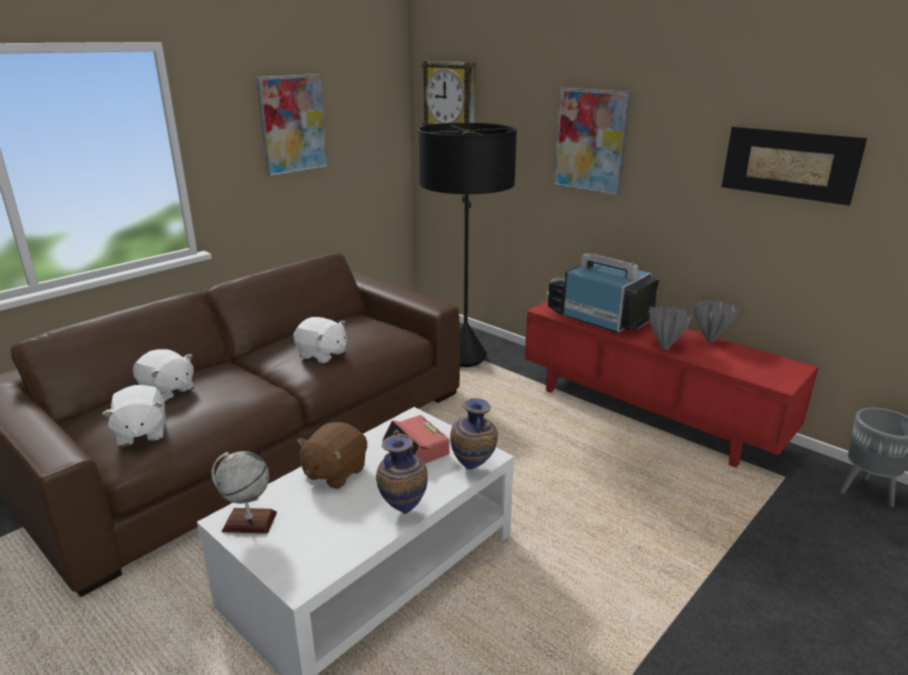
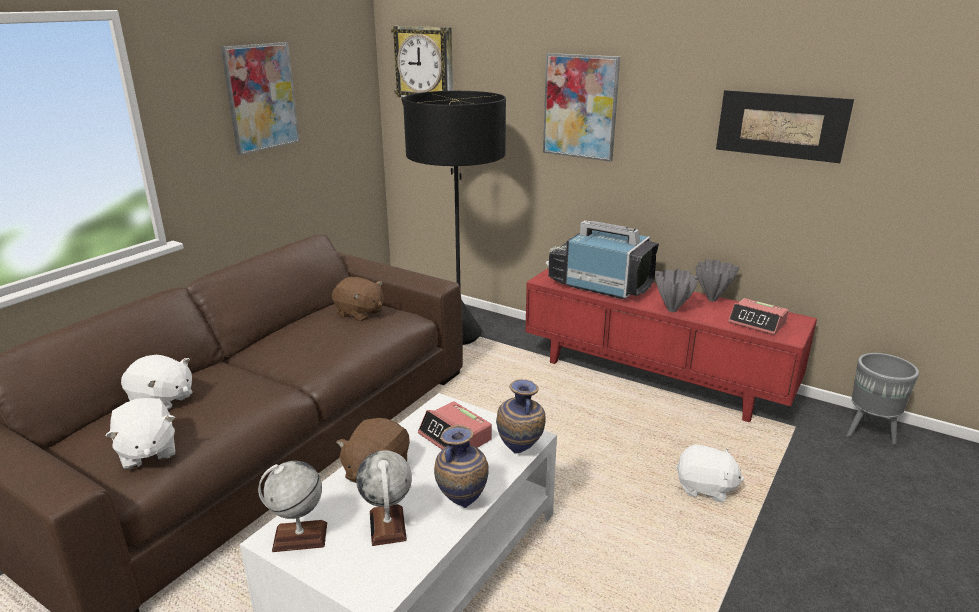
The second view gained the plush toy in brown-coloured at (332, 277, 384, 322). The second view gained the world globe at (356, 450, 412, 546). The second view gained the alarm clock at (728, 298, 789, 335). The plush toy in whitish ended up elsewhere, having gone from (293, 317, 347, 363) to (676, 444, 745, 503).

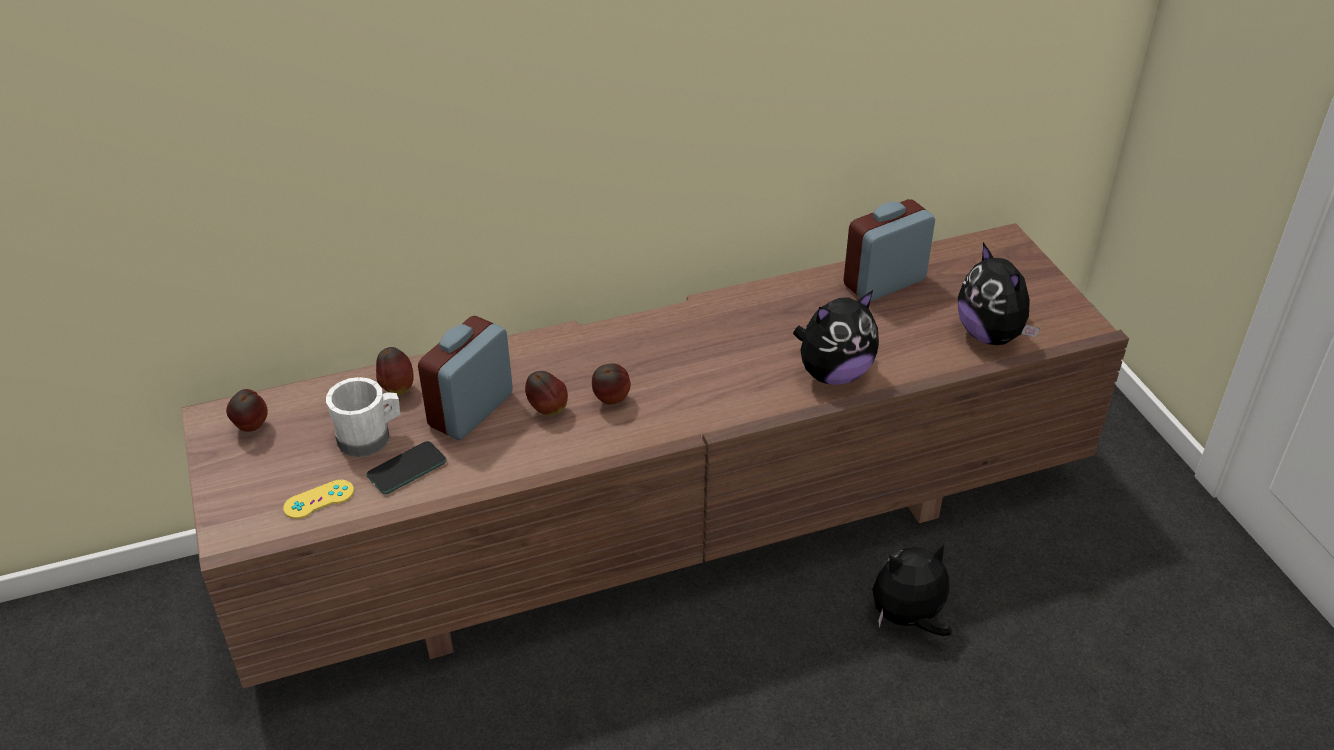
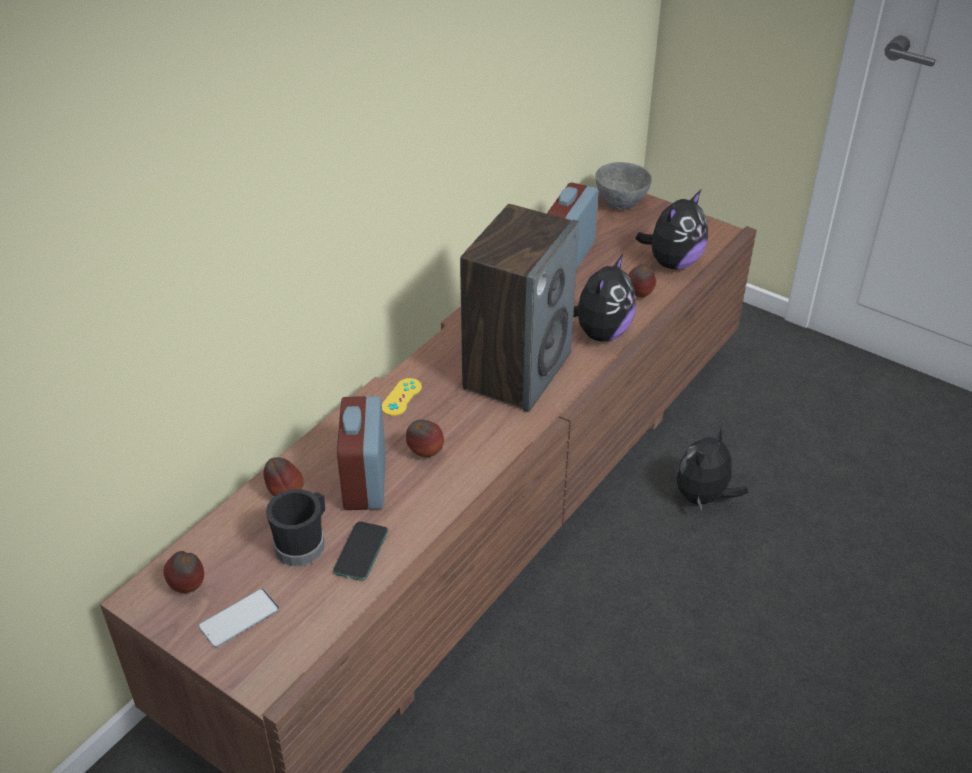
The second view gained the handset at (198, 589, 279, 648). The second view gained the speaker at (460, 204, 579, 412). The second view gained the bowl in grey at (595, 162, 652, 210). The game controller in yellow-coloured ended up elsewhere, having gone from (283, 480, 354, 519) to (382, 378, 422, 416). The whole apple ended up elsewhere, having gone from (592, 363, 631, 405) to (628, 264, 656, 297). What was the tea mug in whitish at (326, 377, 400, 457) turned into the tea mug in black-coloured at (266, 489, 325, 566). The plush toy at (958, 242, 1040, 345) ended up facing another way, 75 degrees counterclockwise from before.

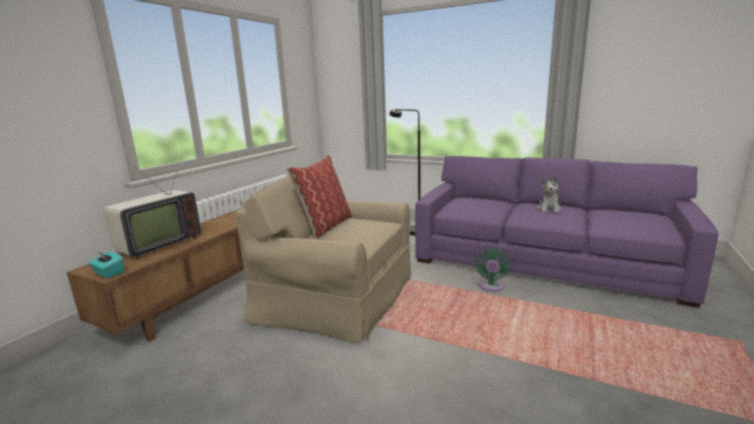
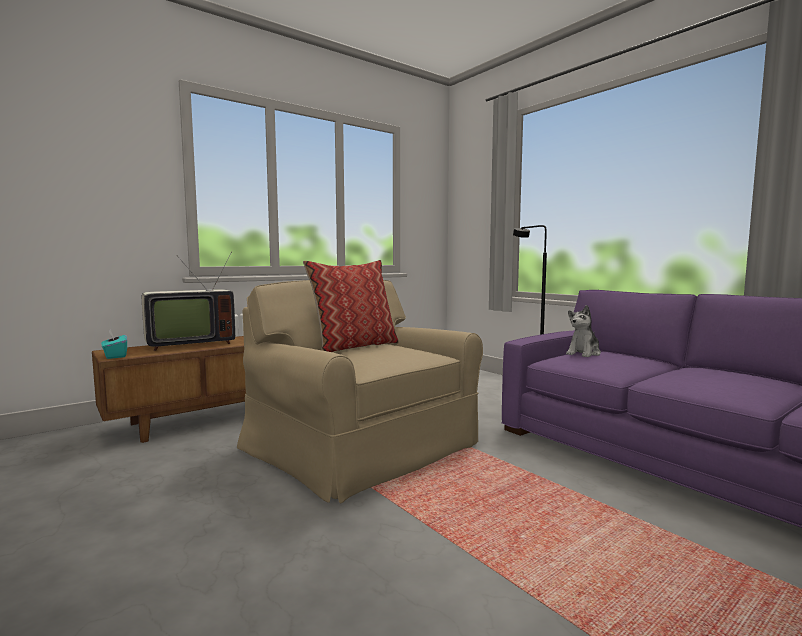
The second view lost the fan in green at (475, 248, 510, 292). The plush toy ended up elsewhere, having gone from (537, 175, 561, 213) to (566, 305, 601, 357).

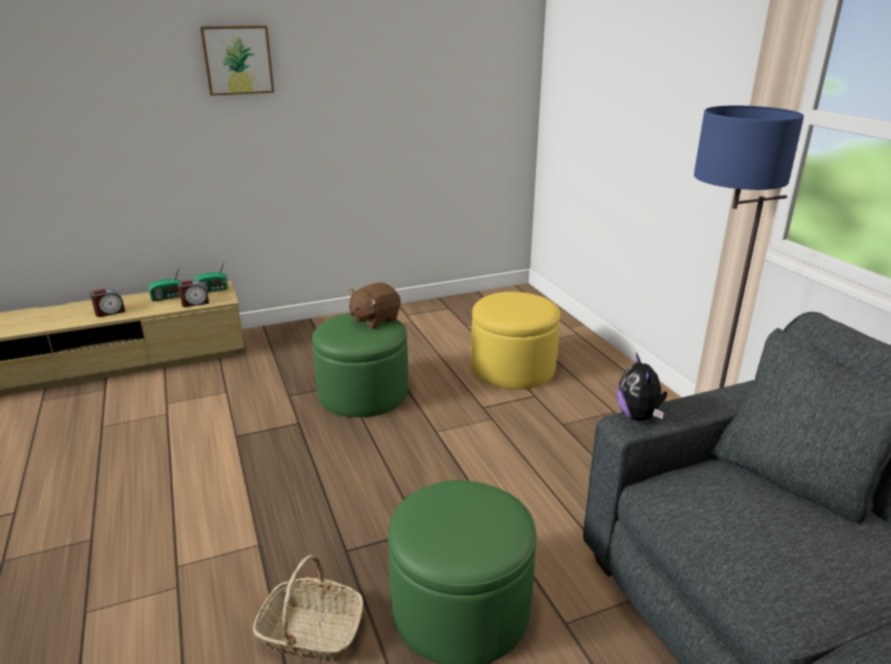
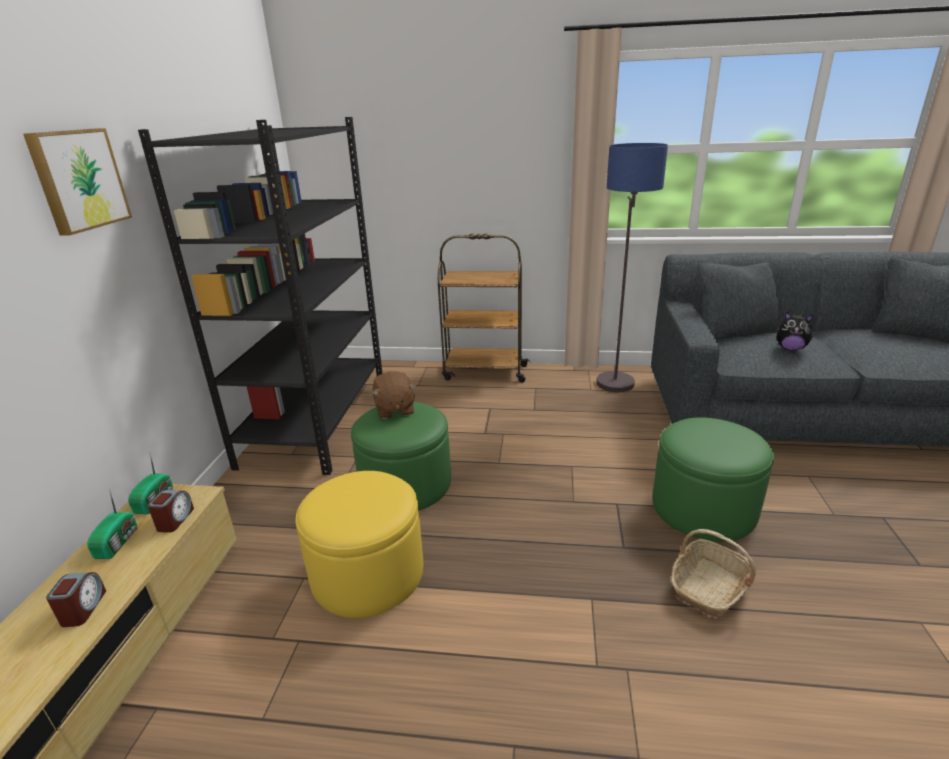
The second view gained the bookcase in black-coloured at (138, 117, 383, 475). The second view gained the trolley in brown-coloured at (438, 233, 531, 383). The footrest in yellow-coloured ended up elsewhere, having gone from (471, 292, 560, 389) to (296, 471, 423, 618). The plush toy ended up elsewhere, having gone from (617, 353, 667, 421) to (777, 312, 813, 351).

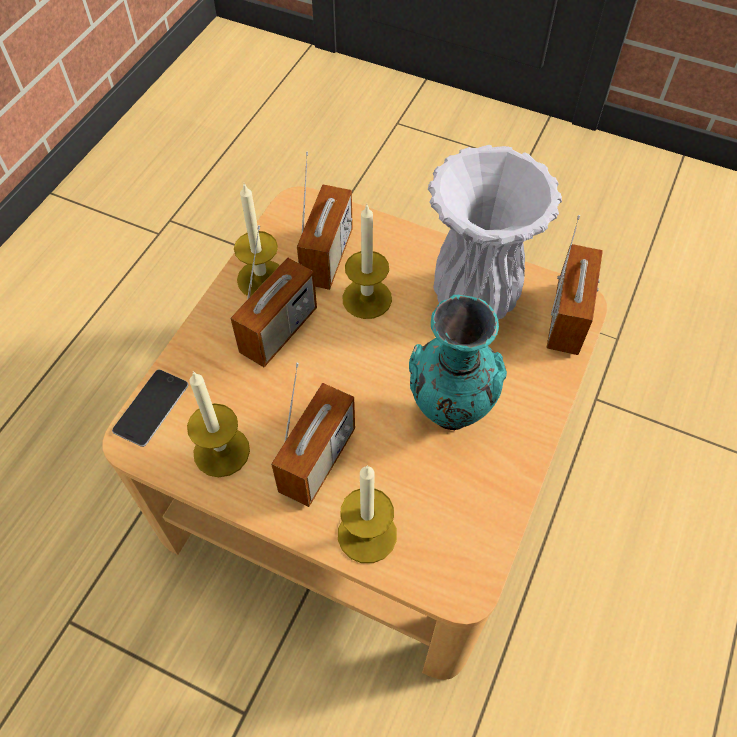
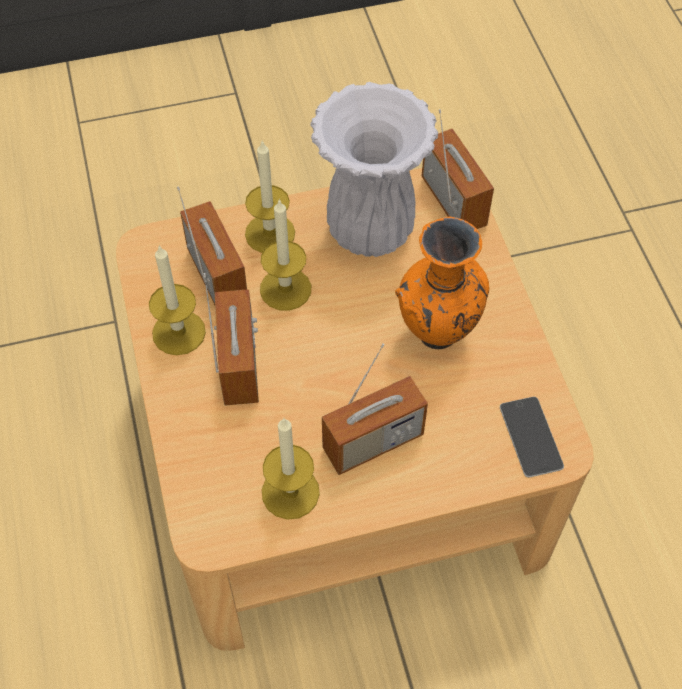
The handset ended up elsewhere, having gone from (112, 369, 189, 447) to (500, 397, 564, 478). The candle ended up elsewhere, having gone from (338, 465, 397, 563) to (245, 140, 295, 253). What was the flower vase in blue-green at (409, 295, 507, 430) turned into the flower vase in orange-coloured at (395, 217, 489, 349). The radio receiver at (271, 363, 355, 507) ended up facing another way, 75 degrees clockwise from before.

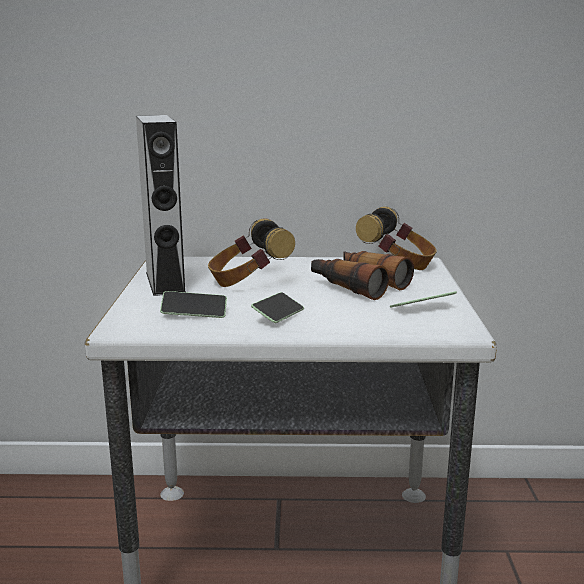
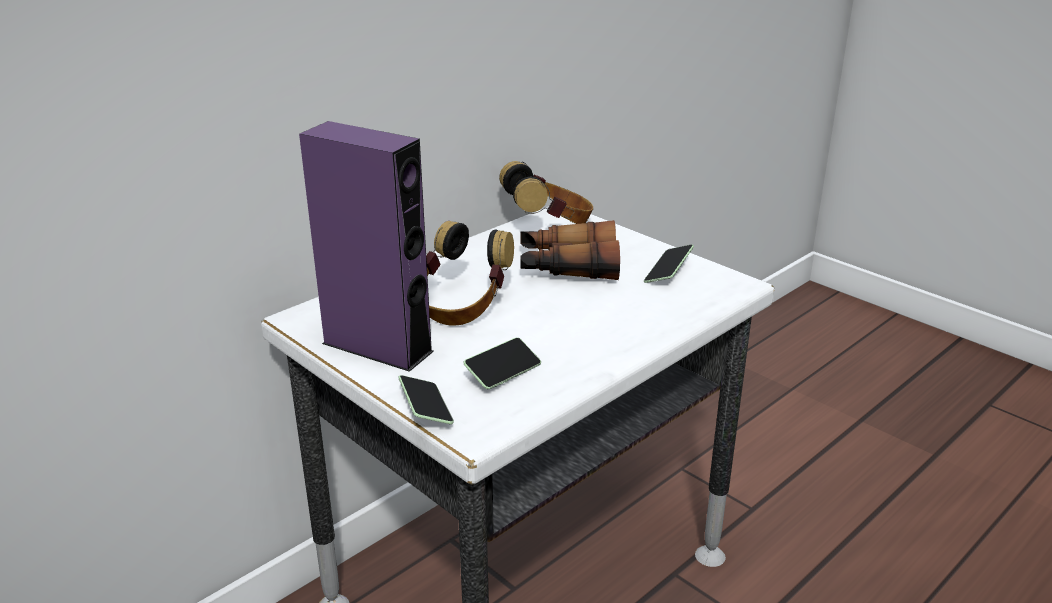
The handset ended up elsewhere, having gone from (251, 292, 304, 323) to (398, 375, 454, 424). What was the speaker in grey at (136, 115, 186, 296) turned into the speaker in purplish at (299, 121, 434, 372).

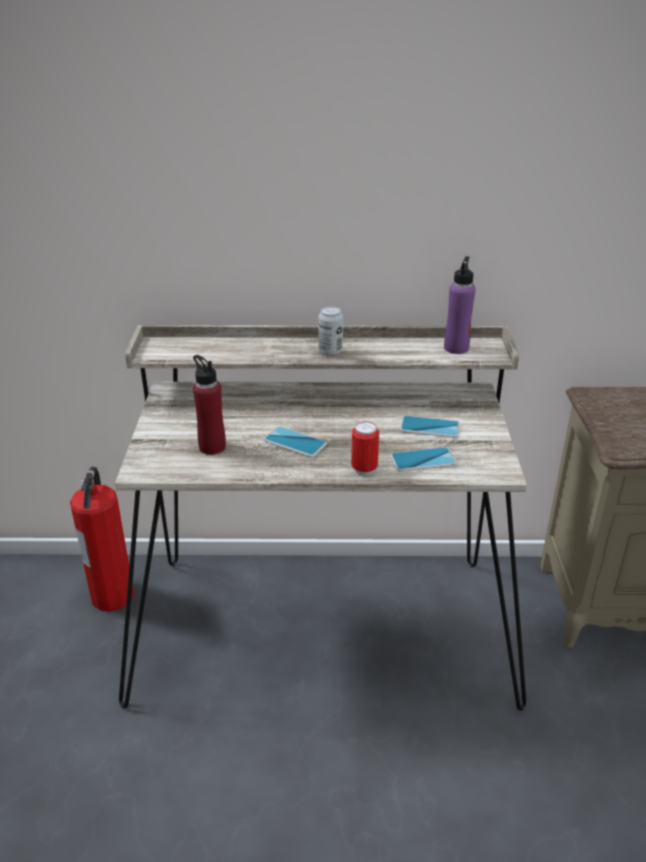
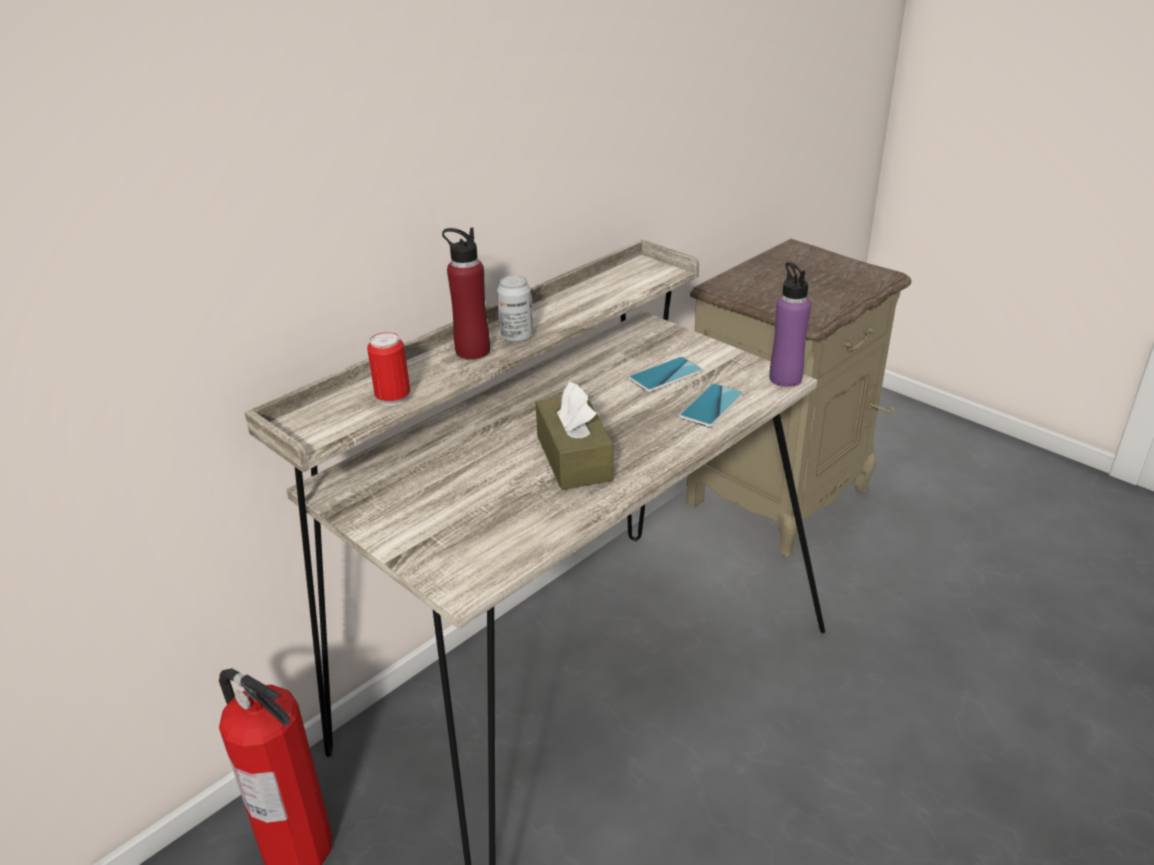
The drink bottle in red-coloured ended up elsewhere, having gone from (193, 355, 226, 455) to (442, 228, 490, 360). The metal can ended up elsewhere, having gone from (351, 421, 379, 475) to (367, 332, 410, 406). The drink bottle in purplish ended up elsewhere, having gone from (444, 256, 476, 354) to (770, 262, 811, 387). Where the handset stood at (264, 426, 327, 457), the tissue box in brown-coloured came to stand at (536, 381, 614, 490).

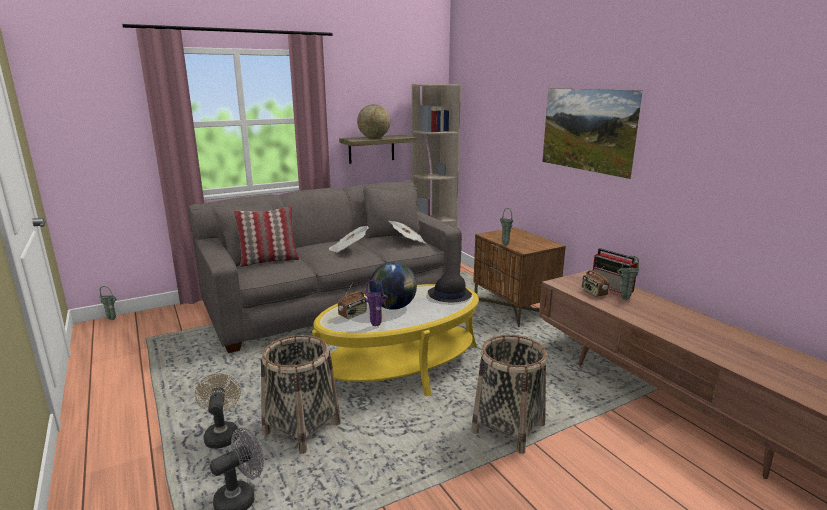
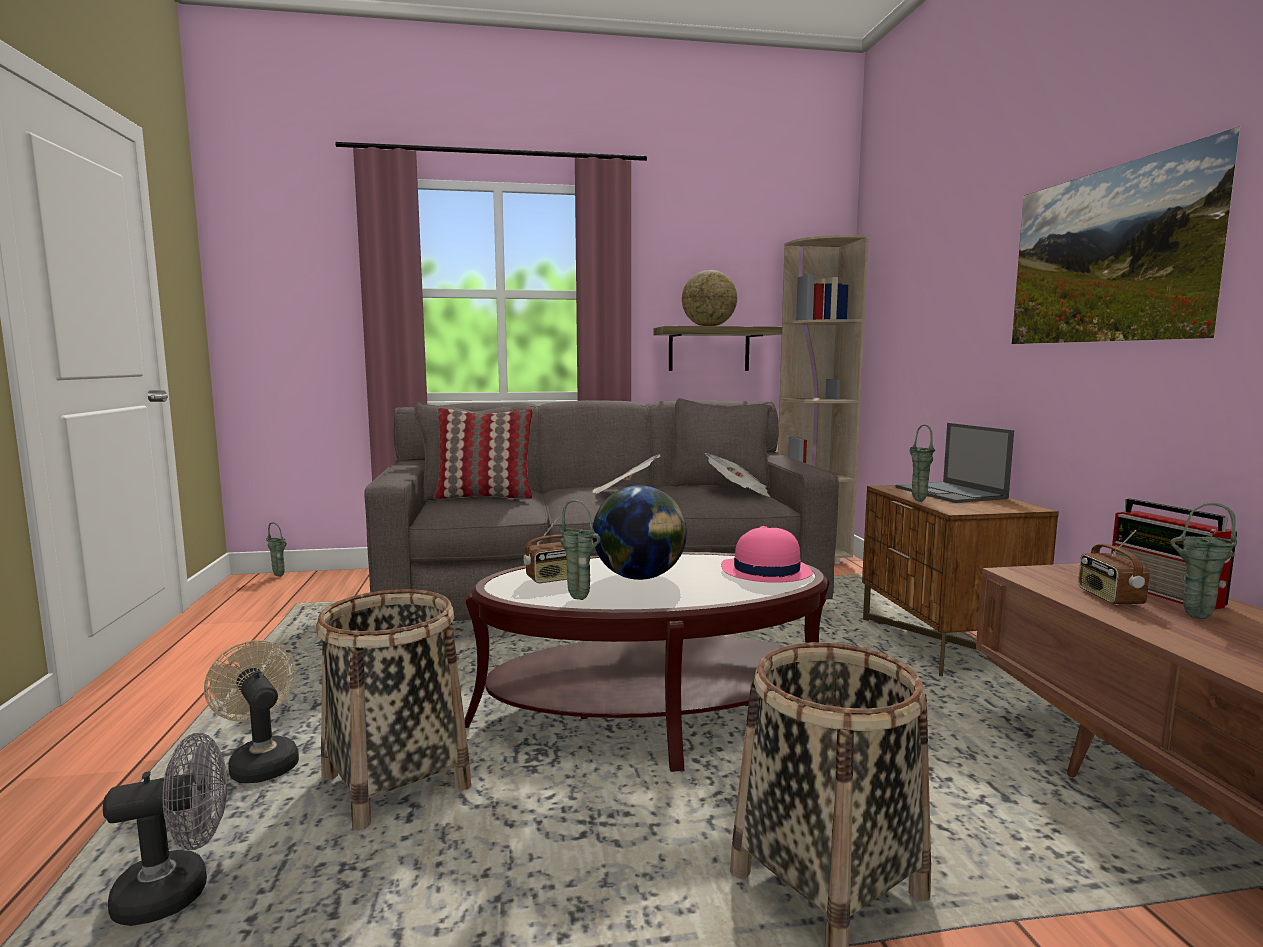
The second view gained the notebook computer at (895, 423, 1014, 503). What was the low table in yellow-coloured at (312, 284, 479, 396) turned into the low table in brown-coloured at (464, 552, 829, 772). What was the flower vase in purplish at (365, 280, 388, 326) turned into the flower vase in green at (559, 500, 601, 600). What was the clothing hat in black-coloured at (428, 273, 472, 302) turned into the clothing hat in pink-coloured at (721, 526, 813, 583). The fan in sand-coloured at (195, 373, 241, 449) ended up facing another way, 45 degrees counterclockwise from before.

